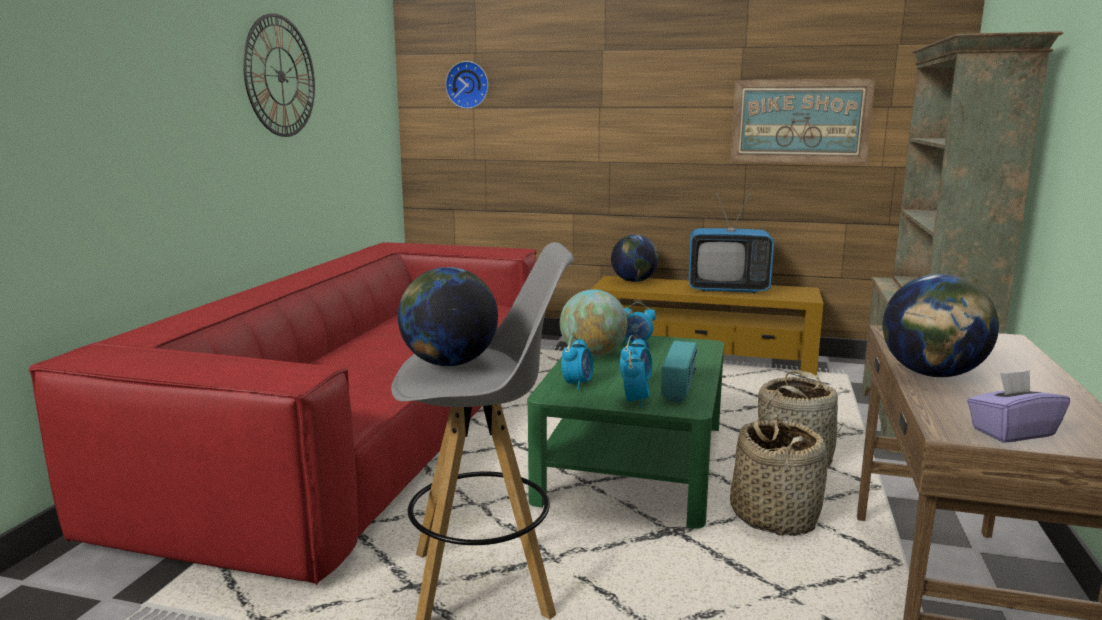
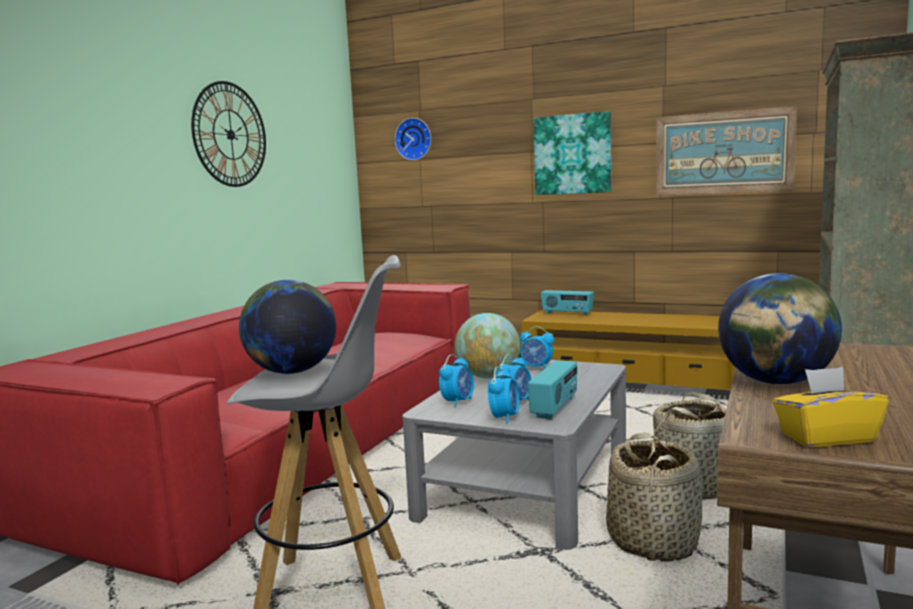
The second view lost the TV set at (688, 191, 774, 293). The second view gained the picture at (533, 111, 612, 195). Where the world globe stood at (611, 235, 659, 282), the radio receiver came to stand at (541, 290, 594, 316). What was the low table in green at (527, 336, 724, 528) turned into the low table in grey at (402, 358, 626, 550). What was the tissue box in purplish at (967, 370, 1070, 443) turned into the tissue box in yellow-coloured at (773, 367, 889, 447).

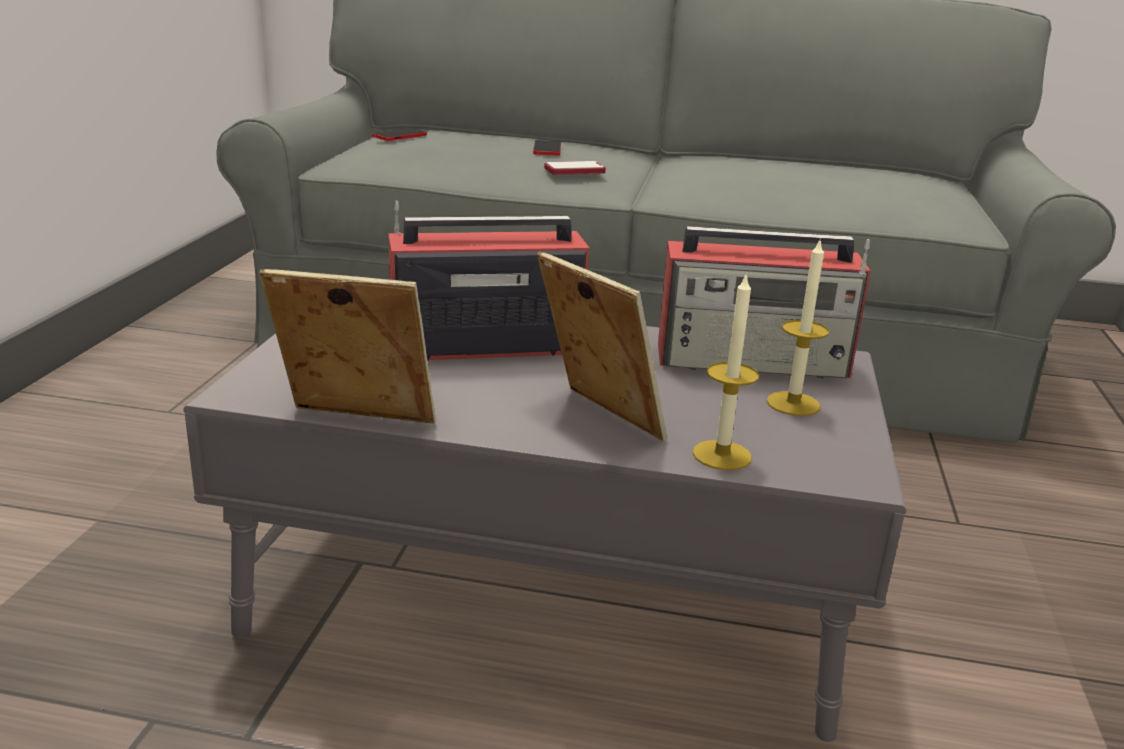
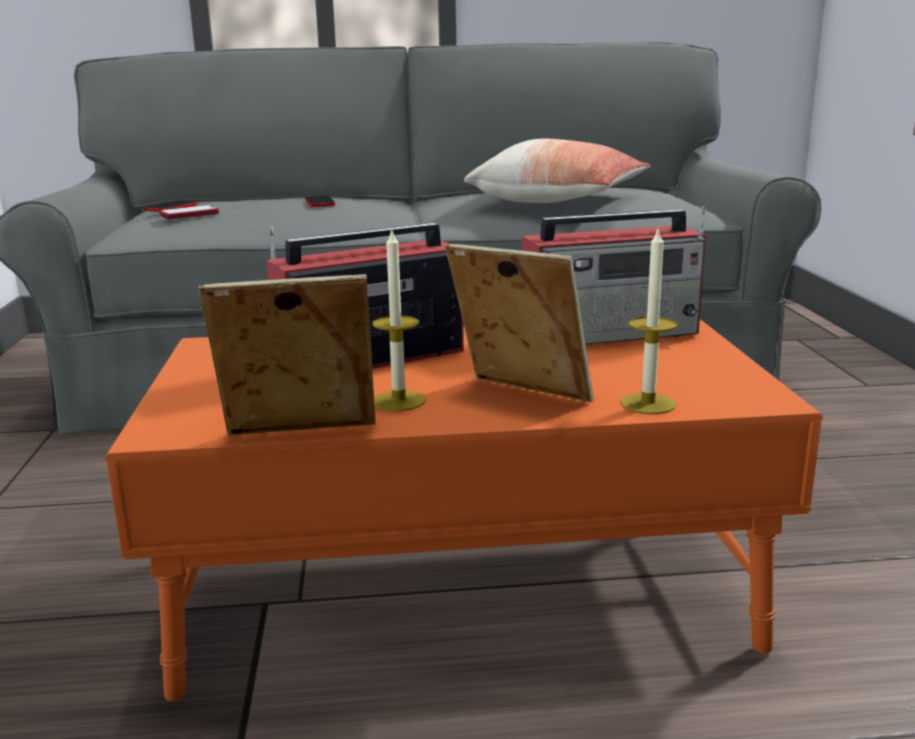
The second view gained the pillow at (464, 139, 651, 203). The handset ended up elsewhere, having gone from (544, 161, 606, 175) to (160, 205, 219, 219). The candle ended up elsewhere, having gone from (767, 238, 829, 416) to (372, 228, 426, 411). What was the low table in grey at (183, 326, 906, 742) turned into the low table in orange-coloured at (105, 319, 823, 701).

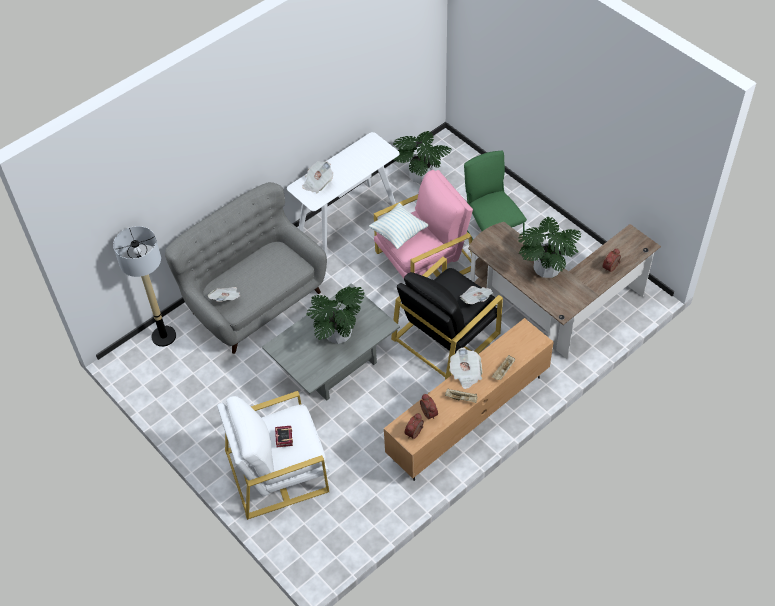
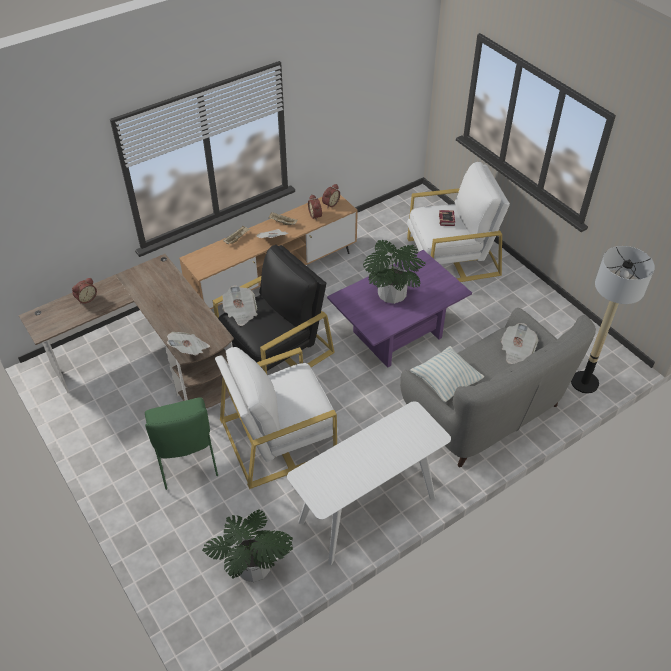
The second view lost the houseplant at (518, 217, 581, 278). The printed paper ended up elsewhere, having gone from (302, 161, 333, 194) to (166, 332, 210, 355). The pillow ended up elsewhere, having gone from (369, 203, 429, 249) to (411, 346, 484, 402). What was the low table in grey at (262, 283, 400, 401) turned into the low table in purplish at (327, 250, 472, 368). What was the easy chair in pink-coloured at (374, 170, 473, 278) turned into the easy chair in whitish at (215, 347, 339, 489).

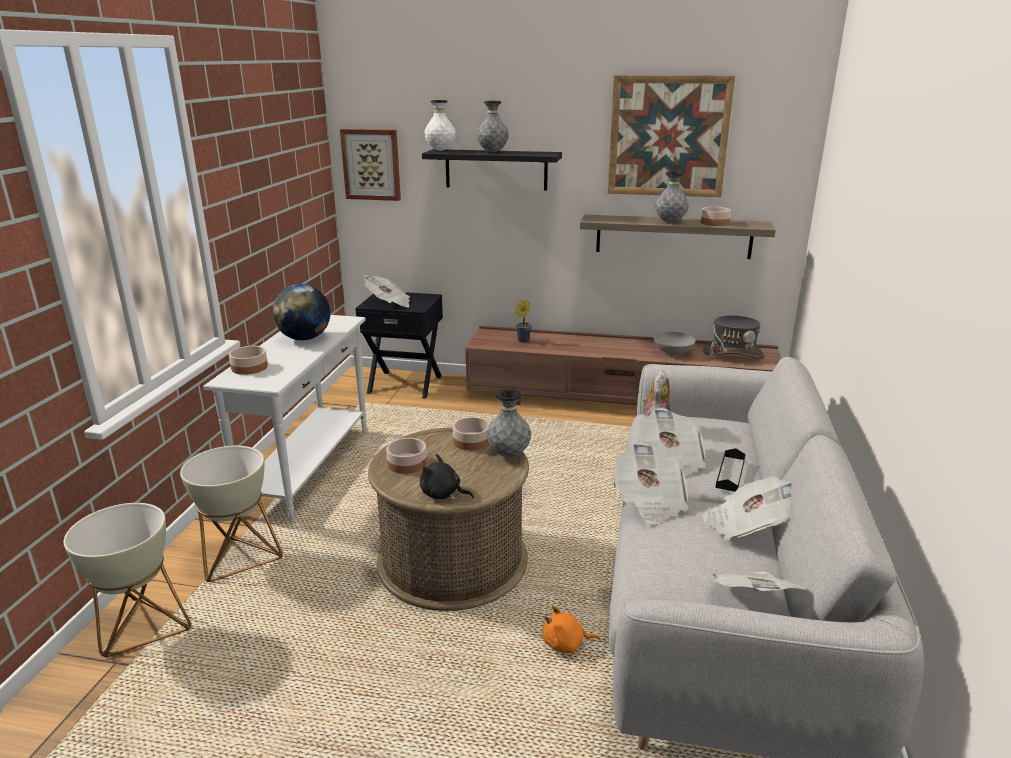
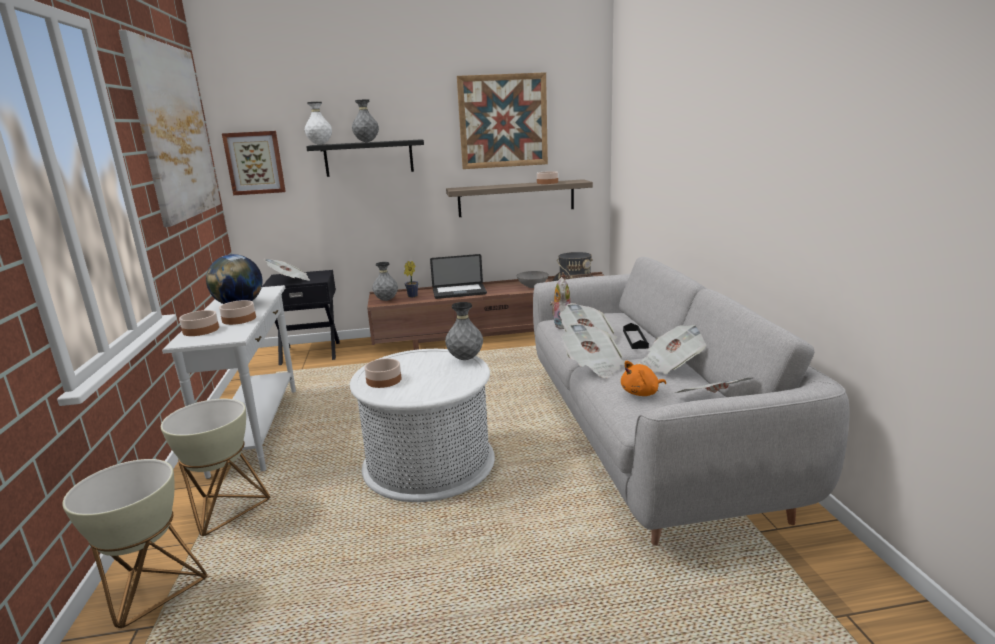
The second view lost the plush toy in black-coloured at (420, 454, 474, 500). The second view gained the picture at (118, 30, 221, 227). The second view gained the notebook computer at (430, 254, 487, 299). The bowl ended up elsewhere, having gone from (453, 417, 490, 450) to (219, 300, 256, 325). The plush toy in orange-coloured ended up elsewhere, having gone from (543, 606, 600, 653) to (621, 361, 666, 396). The flower vase in grey ended up elsewhere, having gone from (655, 171, 689, 223) to (372, 262, 398, 301). What was the low table in brown-coloured at (368, 427, 529, 611) turned into the low table in whitish at (350, 349, 495, 502).

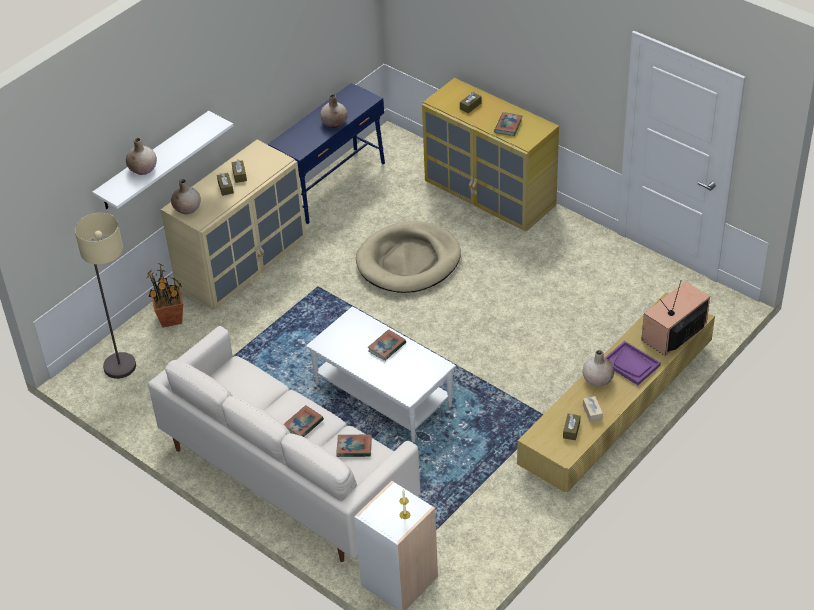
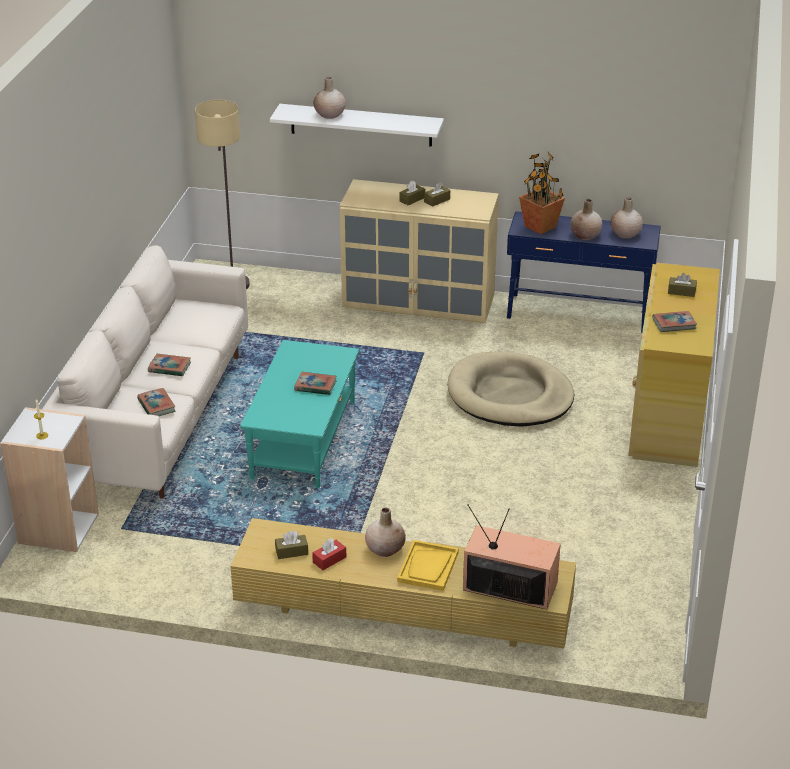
The houseplant ended up elsewhere, having gone from (147, 263, 183, 328) to (519, 152, 565, 234). The flower vase in sand-coloured ended up elsewhere, having gone from (171, 179, 201, 214) to (610, 197, 643, 239). What was the low table in whitish at (306, 306, 456, 442) turned into the low table in blue-green at (240, 340, 359, 488). What was the tissue box in sand-coloured at (583, 396, 603, 423) turned into the tissue box in red-coloured at (312, 538, 346, 570). What was the serving tray in purplish at (605, 341, 661, 385) turned into the serving tray in yellow-coloured at (397, 540, 459, 591).

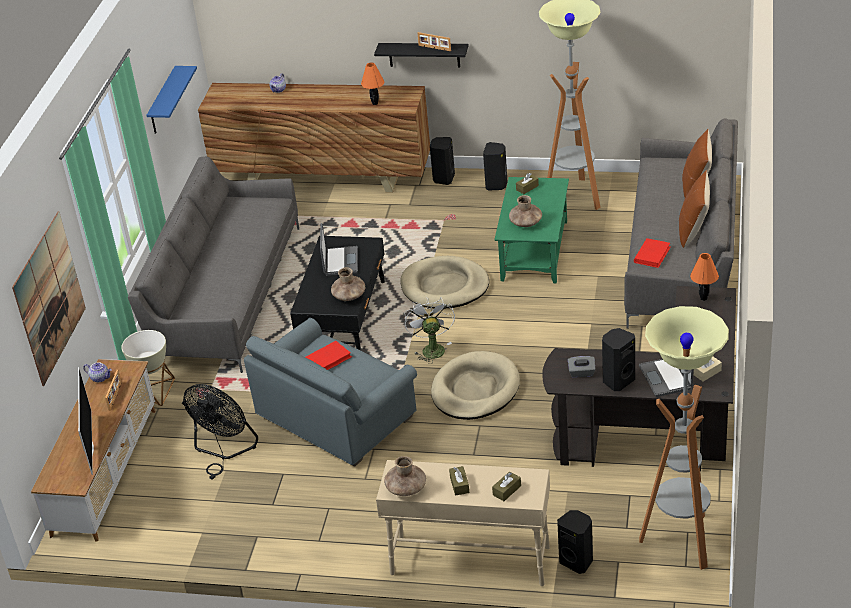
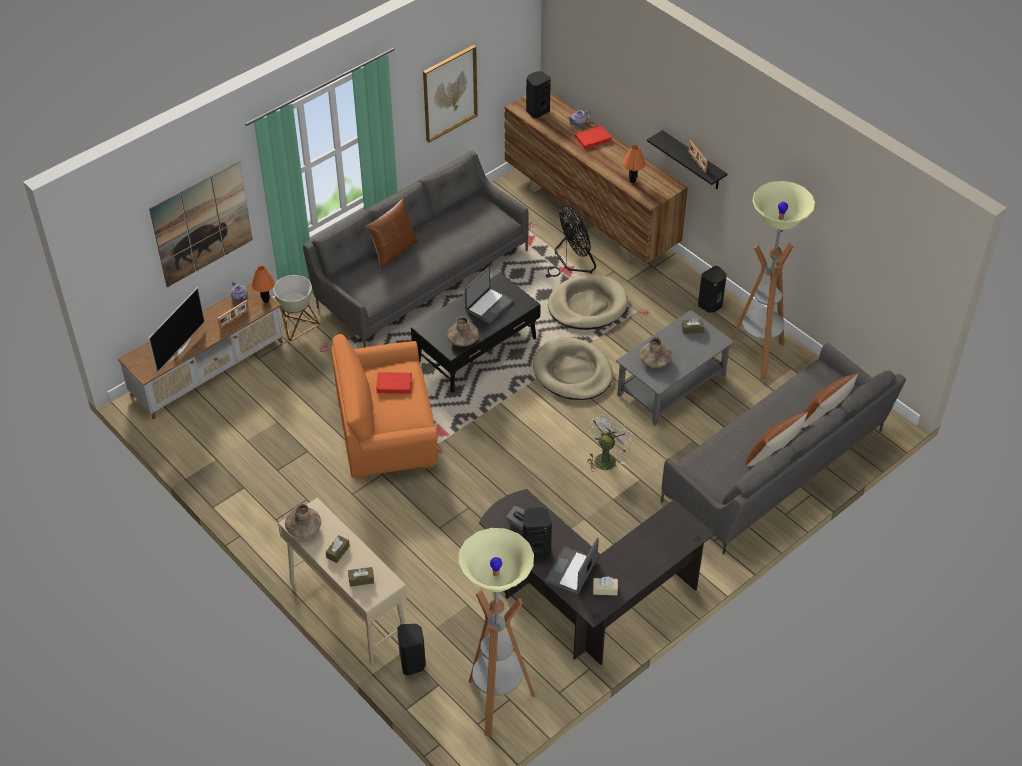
The second view gained the pillow in brown-coloured at (366, 199, 418, 269). The fan in black-coloured ended up elsewhere, having gone from (182, 384, 258, 480) to (545, 205, 596, 277). The fan in whitish ended up elsewhere, having gone from (404, 297, 455, 364) to (587, 414, 634, 472). The speaker in black-coloured ended up elsewhere, having gone from (430, 137, 455, 185) to (526, 71, 551, 118). The pet bed in sand-coloured ended up elsewhere, having gone from (431, 351, 520, 420) to (548, 275, 628, 330). The volume in red-coloured ended up elsewhere, having gone from (634, 238, 671, 268) to (575, 126, 612, 150). The tabletop lamp in orange-coloured ended up elsewhere, having gone from (690, 253, 719, 301) to (251, 266, 275, 303). Where the bracket shelf in blue hung at (147, 66, 197, 134), the picture came to hang at (423, 45, 478, 143). What was the easy chair in grey at (244, 318, 417, 467) turned into the easy chair in orange-coloured at (331, 334, 438, 479). What was the low table in green at (494, 177, 569, 283) turned into the low table in grey at (616, 310, 734, 426).

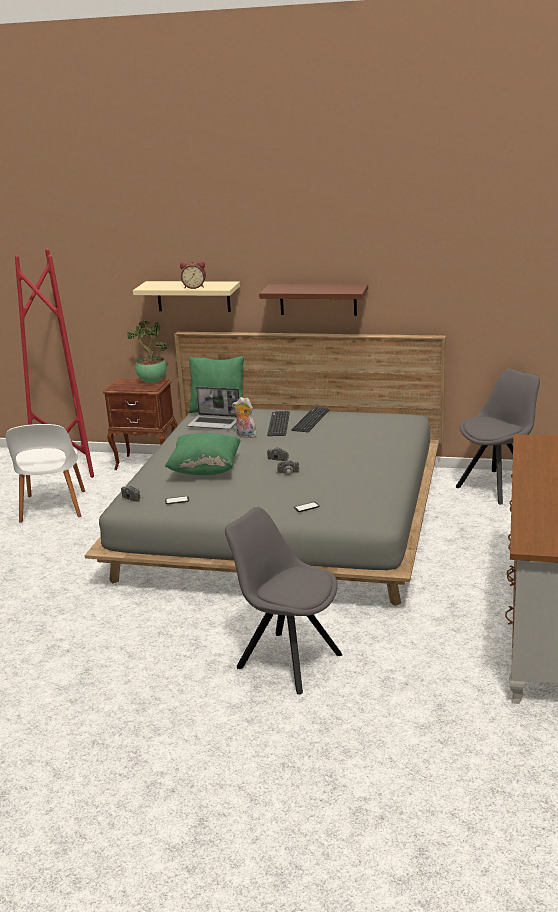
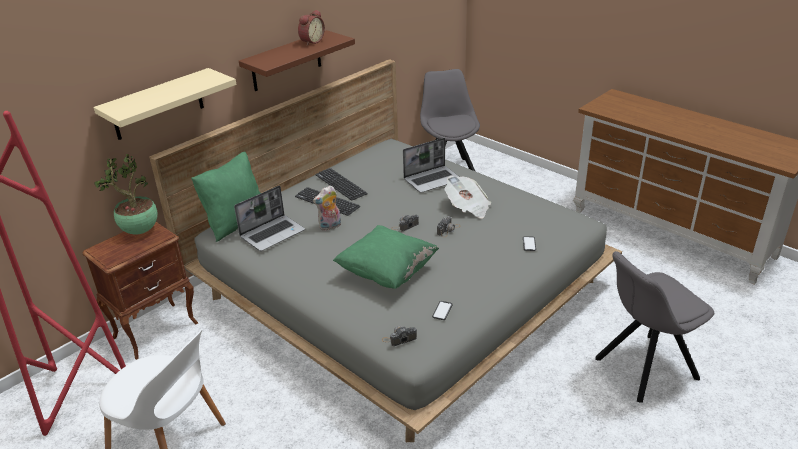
The second view gained the notebook computer at (403, 138, 459, 193). The second view gained the printed paper at (444, 176, 491, 219). The alarm clock ended up elsewhere, having gone from (180, 261, 206, 289) to (298, 10, 325, 46).

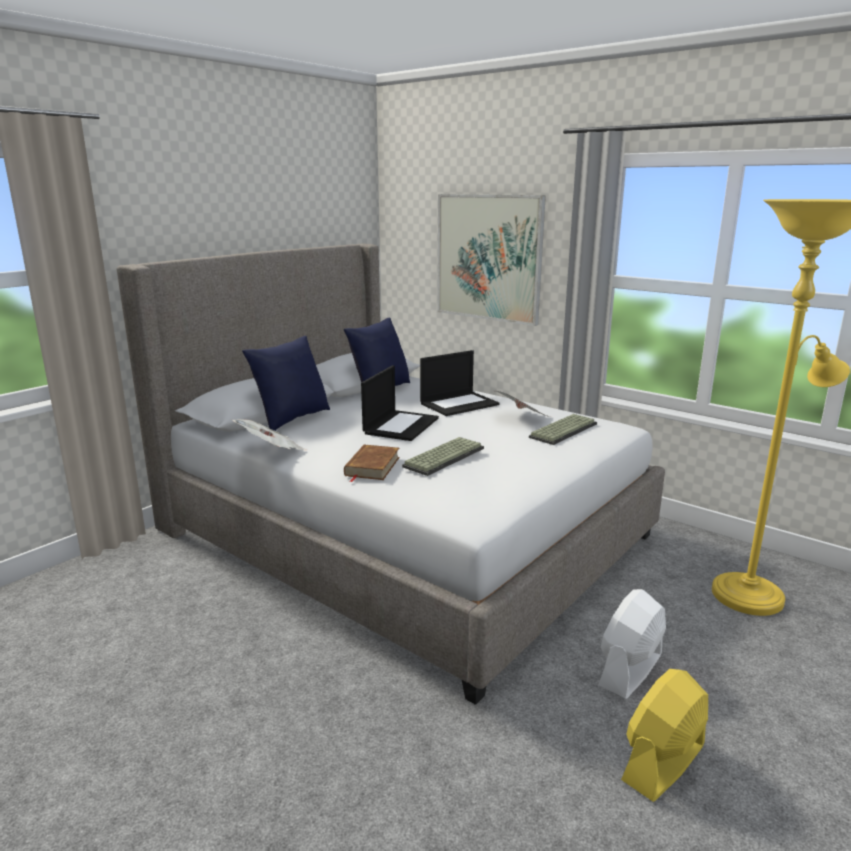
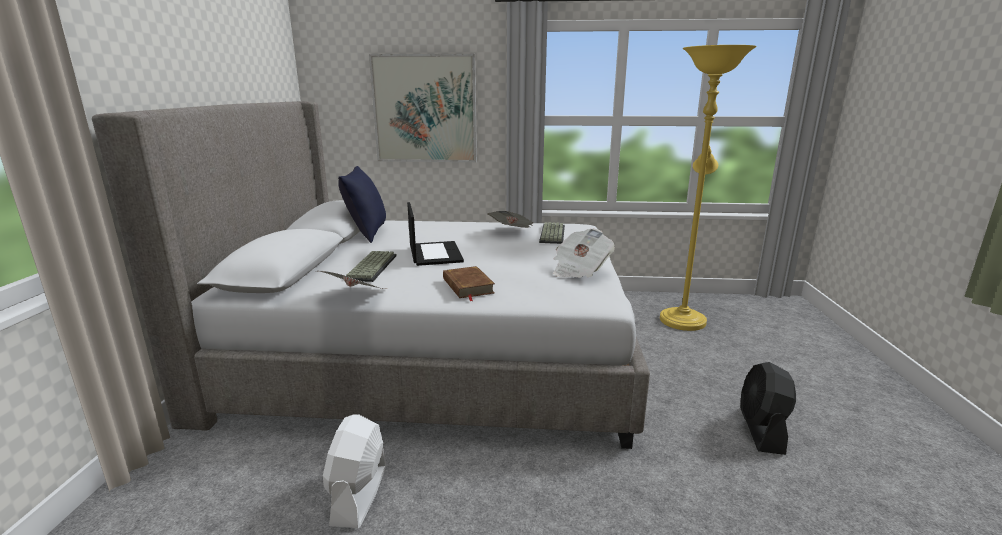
The second view lost the pillow in blue at (242, 336, 330, 431). The second view lost the notebook computer at (420, 350, 499, 416). The second view gained the printed paper at (554, 229, 615, 278). The computer keyboard ended up elsewhere, having gone from (402, 437, 484, 476) to (346, 251, 397, 282). The fan in whitish ended up elsewhere, having gone from (598, 589, 666, 699) to (323, 414, 386, 528). What was the fan in yellow-coloured at (621, 669, 708, 802) turned into the fan in black-coloured at (741, 362, 796, 455).

